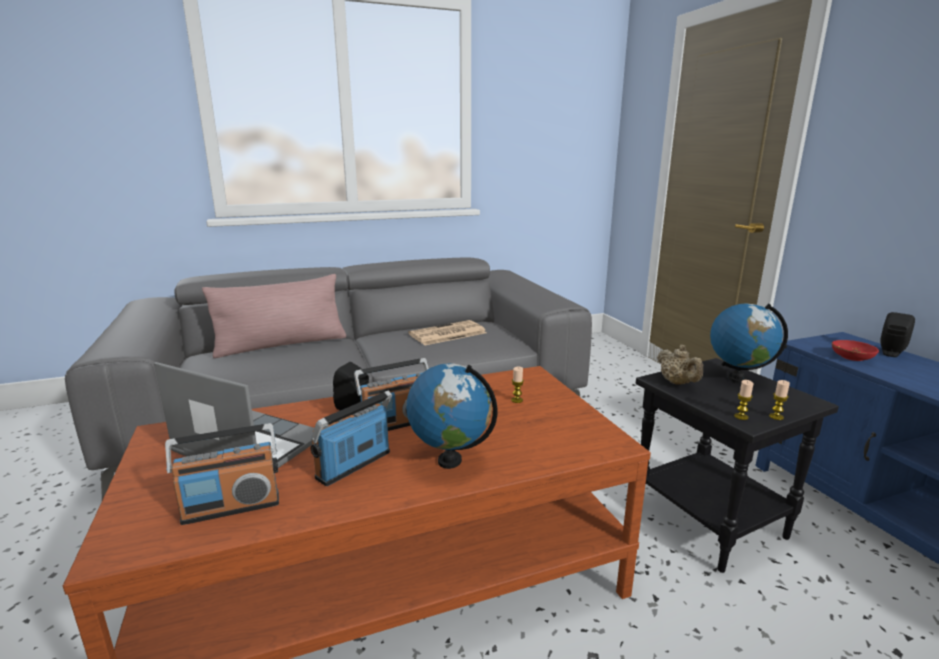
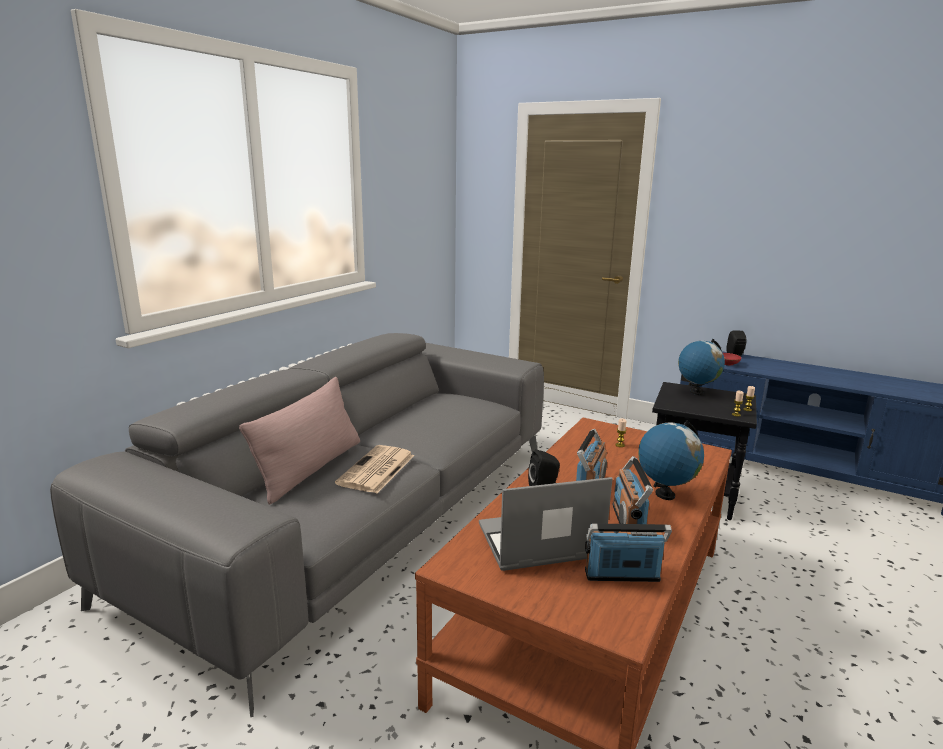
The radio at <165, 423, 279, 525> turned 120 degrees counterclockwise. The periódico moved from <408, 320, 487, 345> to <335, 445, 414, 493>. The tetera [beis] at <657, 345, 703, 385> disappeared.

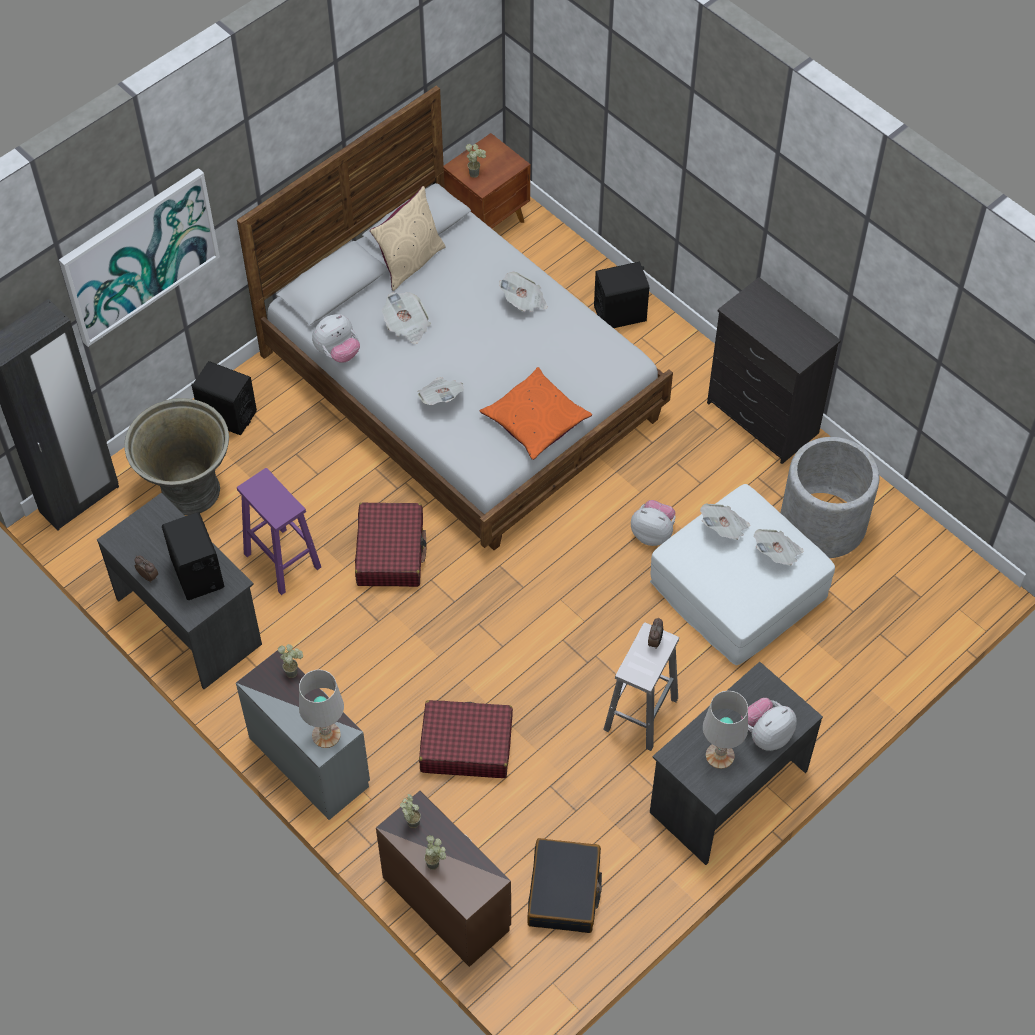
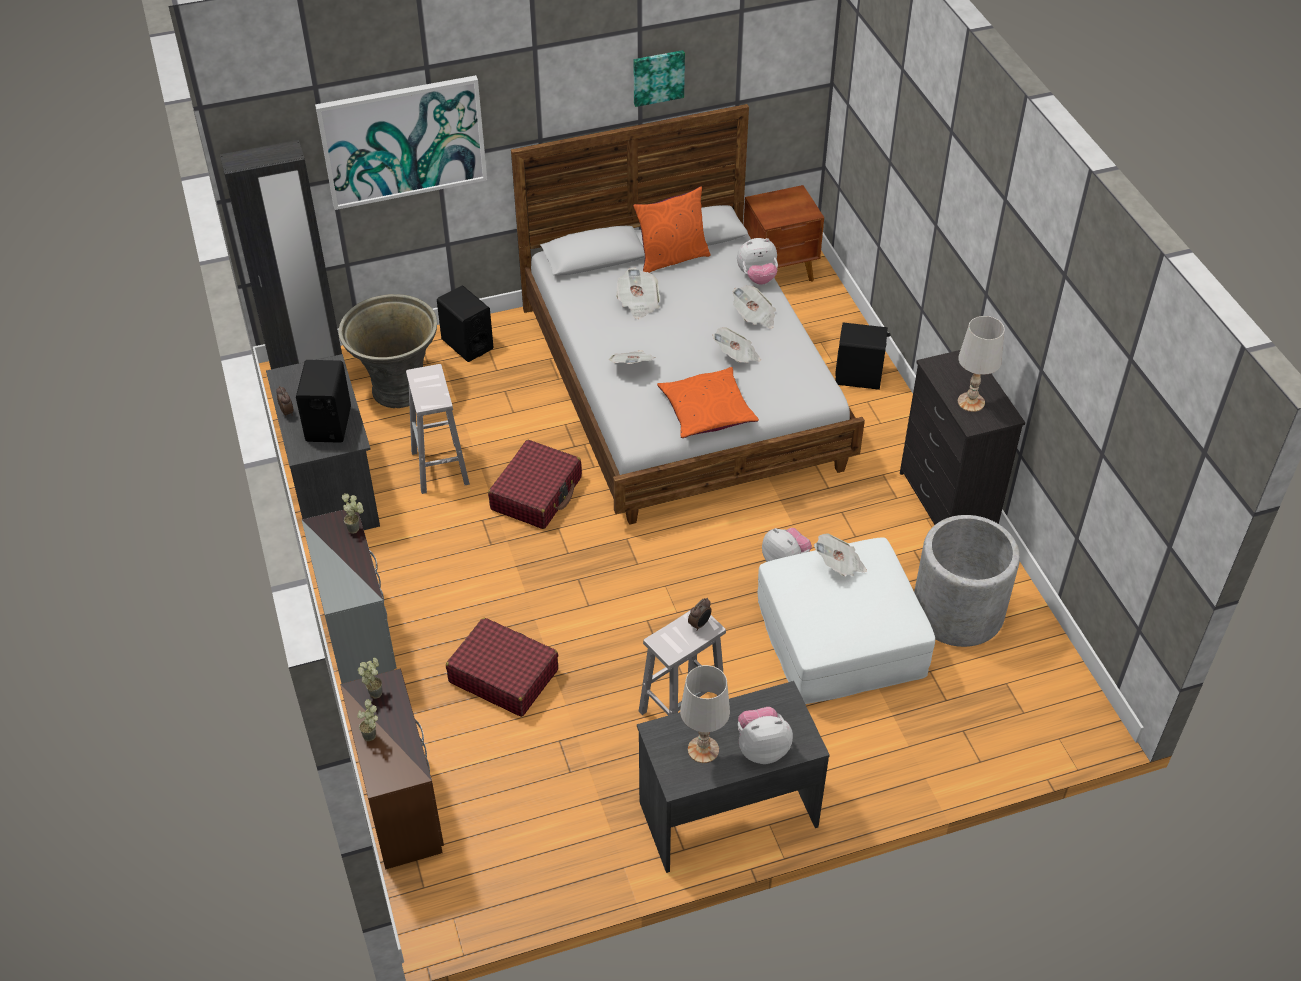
The taburete [morado] at <237, 468, 321, 595> became the taburete [blanco] at <406, 364, 470, 494>. The lámpara de mesa [blanco] moved from <299, 670, 344, 748> to <958, 316, 1005, 412>. The peluche moved from <312, 314, 360, 363> to <737, 238, 778, 285>. The cojín [beis] at <370, 186, 446, 291> became the cojín [naranja] at <633, 186, 710, 273>. The planta en maceta at <466, 144, 486, 178> disappeared. The maleta [negro] at <527, 838, 602, 933> disappeared. The periódico moved from <754, 529, 803, 566> to <712, 327, 761, 363>. The cuadro at <633, 50, 685, 107> appeared.

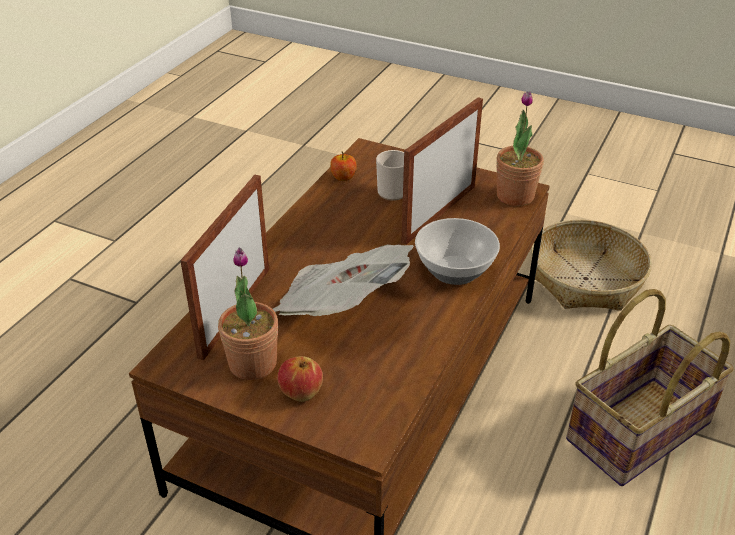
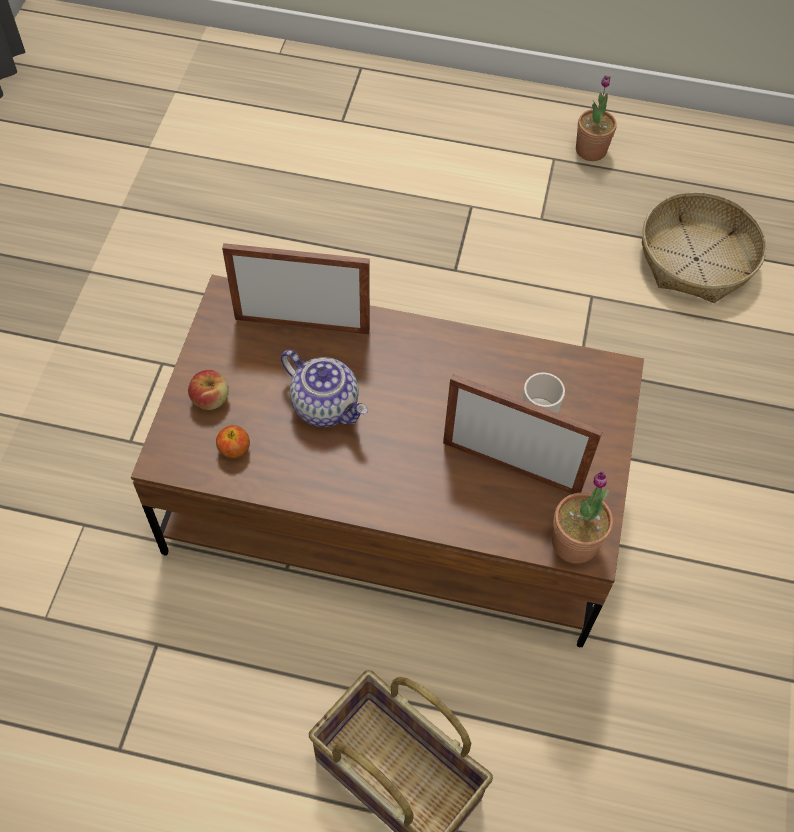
The planta en maceta moved from <218, 248, 278, 380> to <576, 76, 617, 161>. The periódico at <273, 245, 414, 316> was replaced by the tetera at <281, 350, 368, 427>. The manzana moved from <330, 151, 357, 181> to <216, 425, 250, 459>. The cuenco at <415, 218, 500, 285> disappeared. The cesta moved from <531, 220, 652, 310> to <642, 192, 766, 303>.

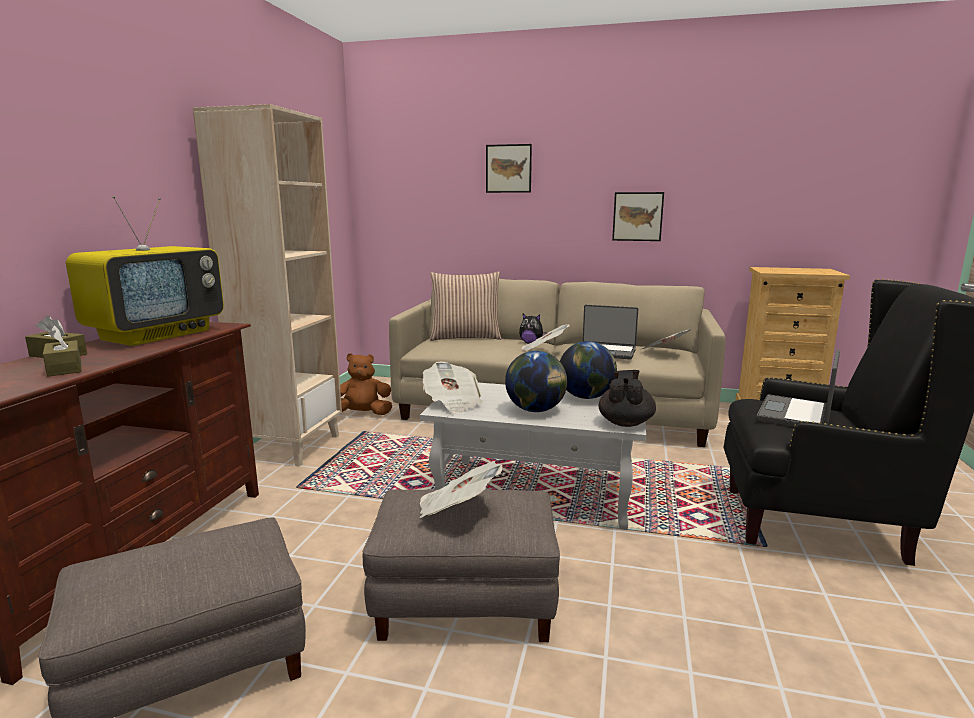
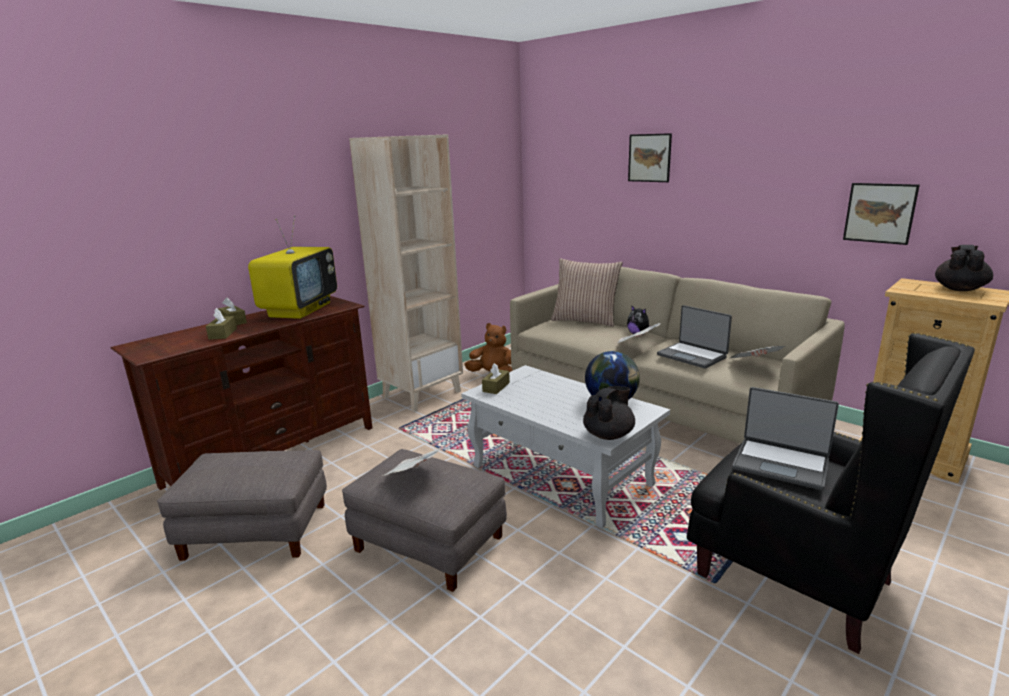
The televisor at <66, 196, 224, 346> turned 45 degrees counterclockwise. The periódico at <423, 361, 482, 414> was replaced by the caja de pañuelos [marrón] at <482, 363, 510, 394>. The globo terráqueo at <505, 351, 567, 412> disappeared. The cuadro moved from <612, 192, 664, 241> to <843, 183, 920, 245>. The portátil at <757, 350, 840, 426> turned 120 degrees counterclockwise. The tetera [negro] at <935, 245, 993, 291> appeared.

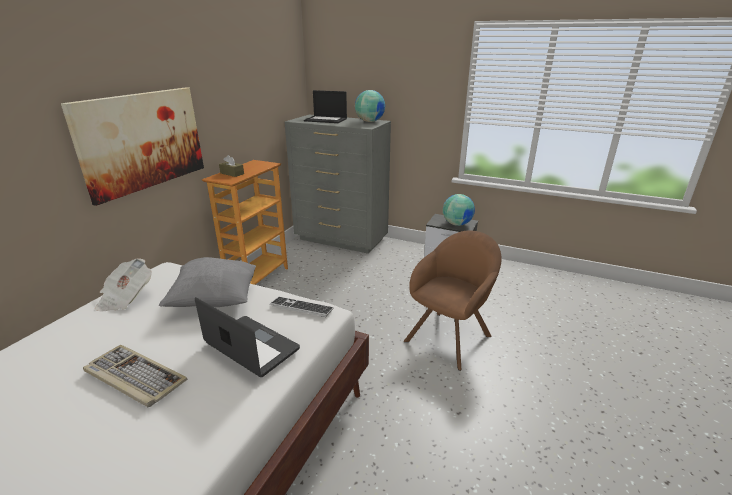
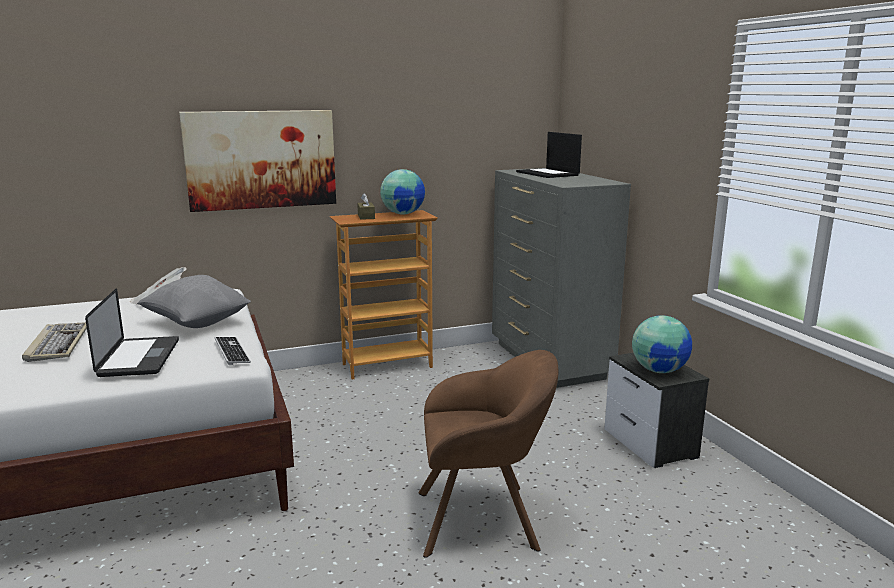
The globo terráqueo moved from <355, 90, 385, 122> to <380, 169, 425, 214>.

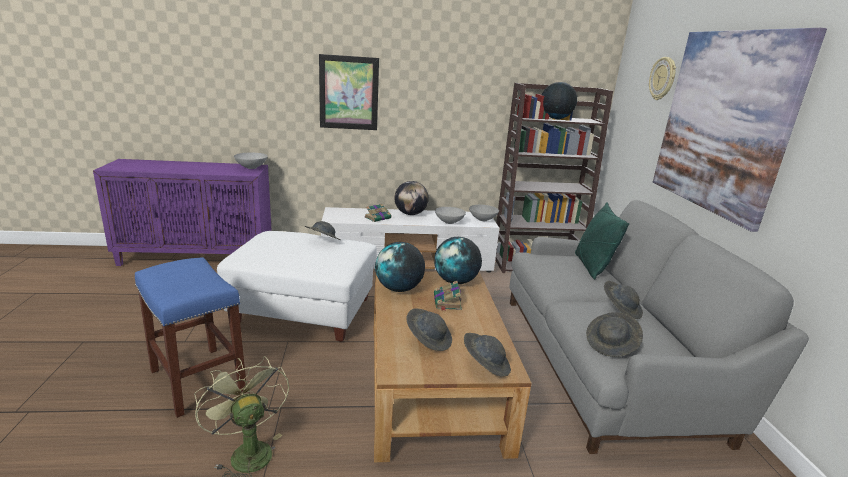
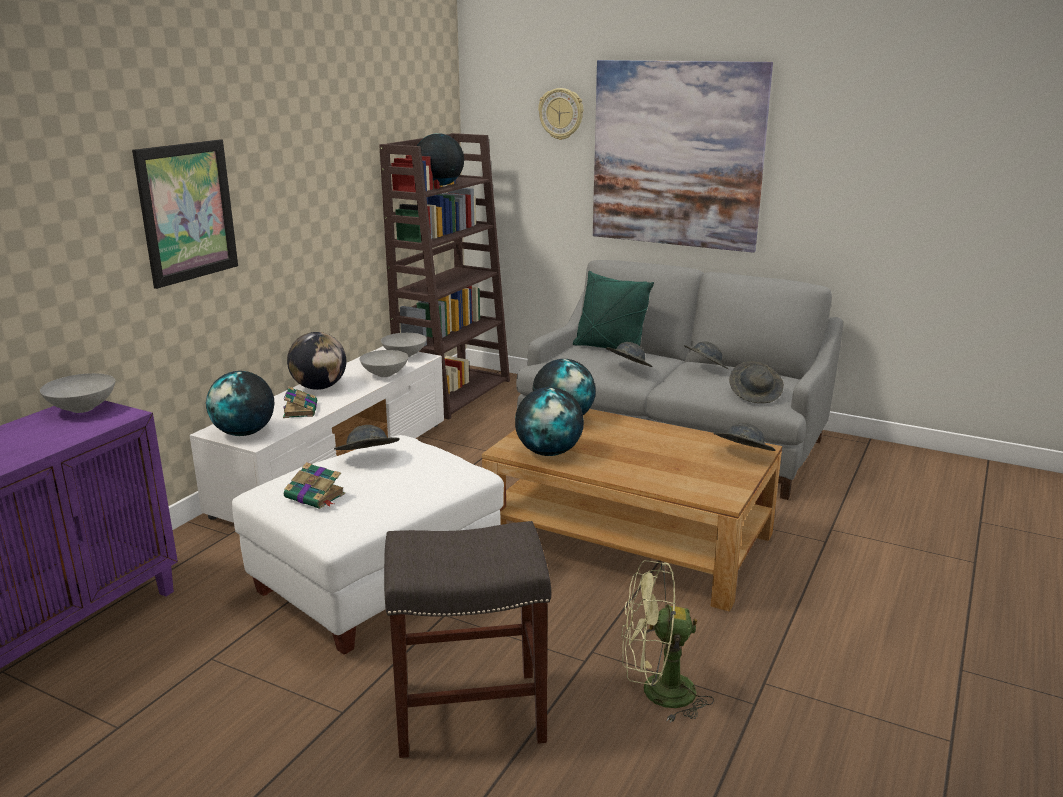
The taburete [azul] at <135, 257, 247, 418> became the taburete [gris] at <384, 521, 551, 758>. The sombrero [gris] moved from <406, 308, 452, 351> to <606, 342, 653, 367>. The libro moved from <434, 281, 462, 311> to <284, 462, 345, 509>. The globo terráqueo at <206, 371, 274, 436> appeared.

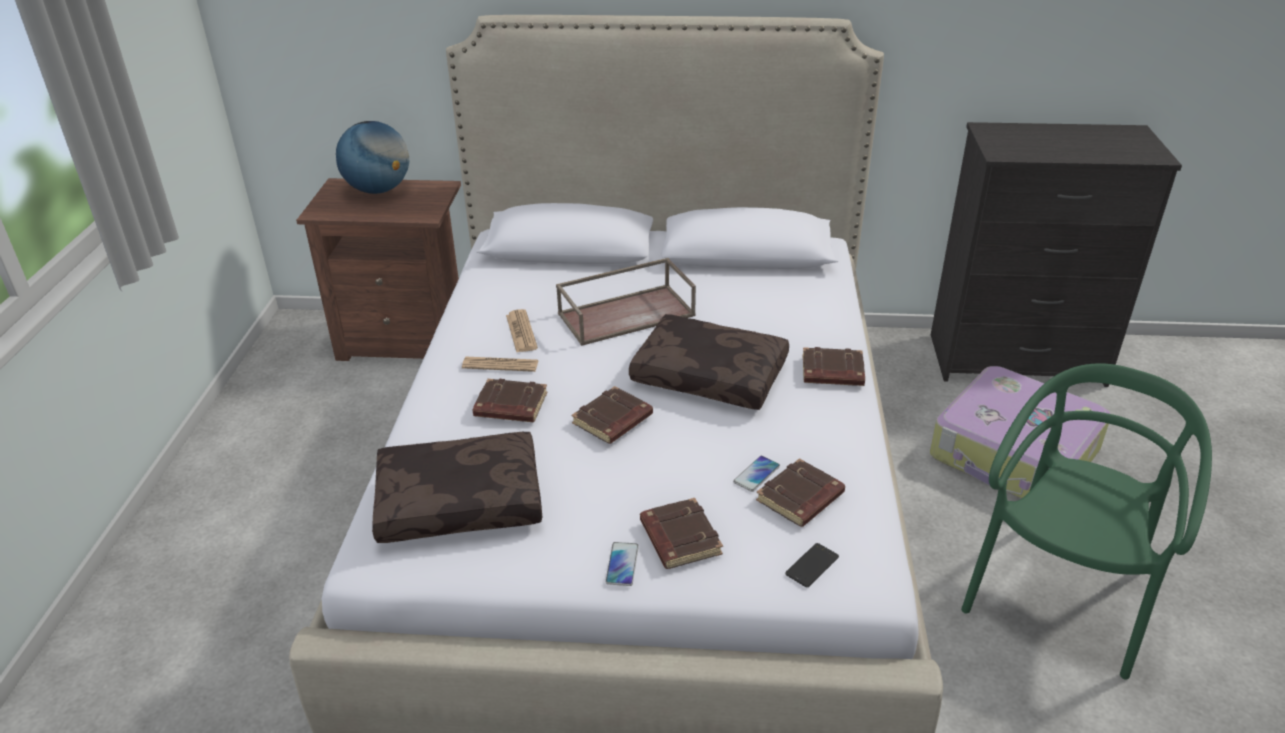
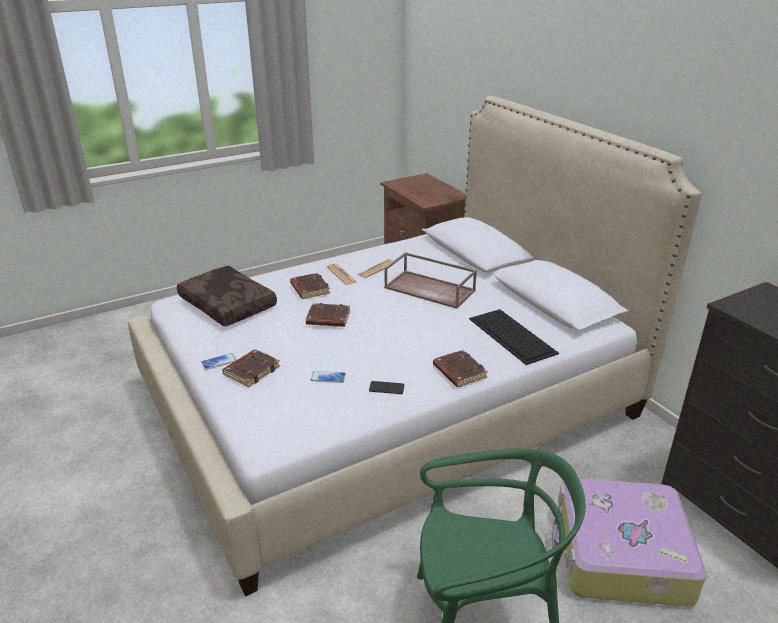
The globo terráqueo at <336, 121, 409, 194> disappeared. The cojín [marrón] at <629, 314, 789, 410> disappeared. The libro [marrón] at <756, 458, 845, 527> disappeared. The móvil moved from <785, 543, 839, 587> to <369, 381, 405, 394>. The teclado at <469, 309, 559, 365> appeared.

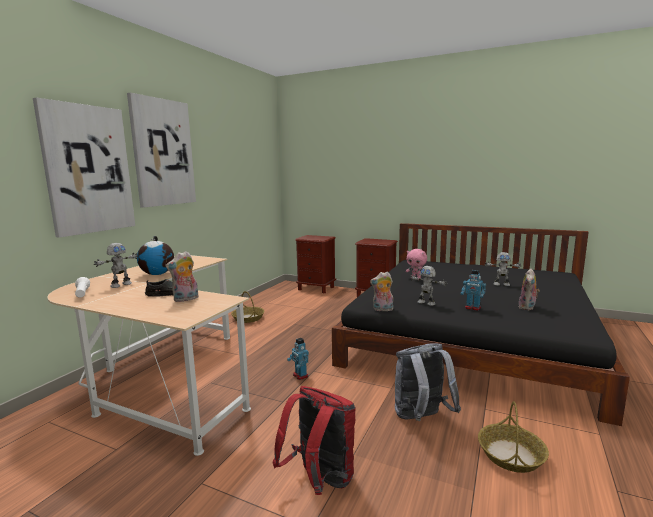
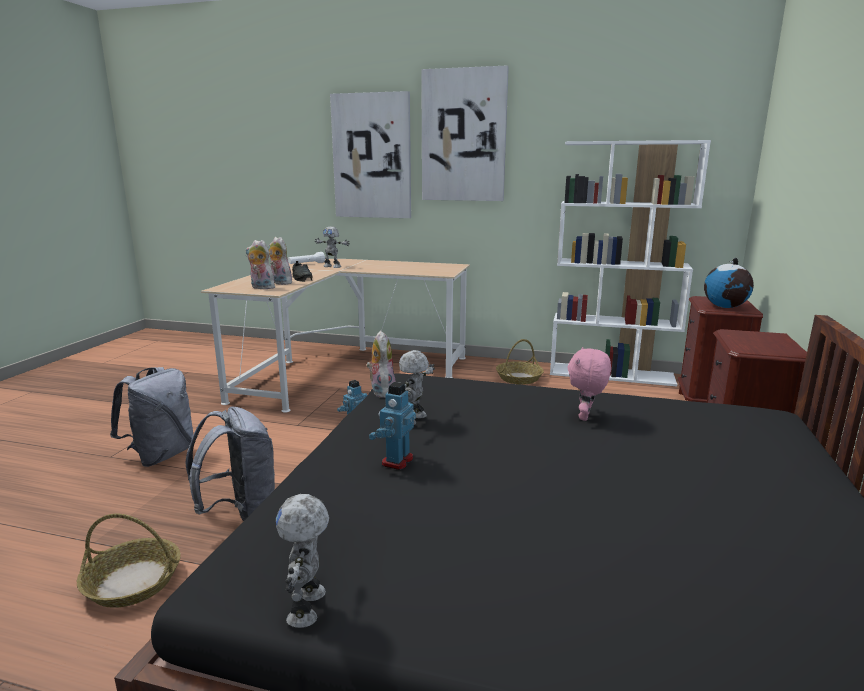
The globo terráqueo moved from <137, 236, 174, 275> to <704, 258, 754, 308>. The mochila [rojo] at <273, 386, 356, 495> became the mochila [gris] at <110, 367, 193, 467>. The robot de juguete moved from <485, 252, 521, 286> to <276, 494, 329, 628>. The peluche moved from <518, 269, 540, 310> to <246, 240, 275, 289>. The estantería [blanco] at <550, 140, 711, 386> appeared.

